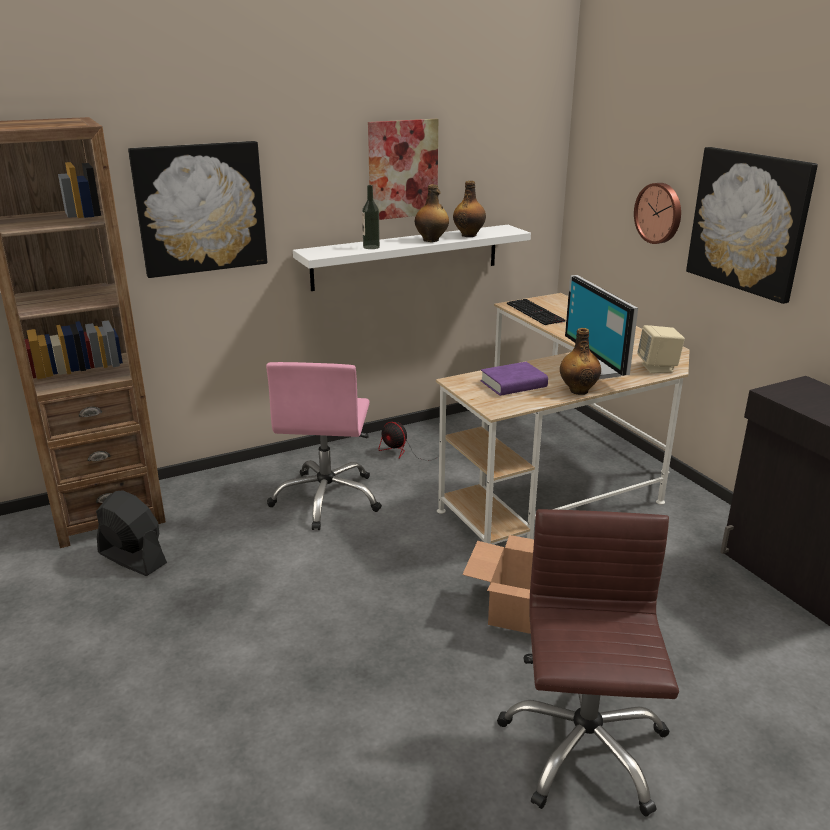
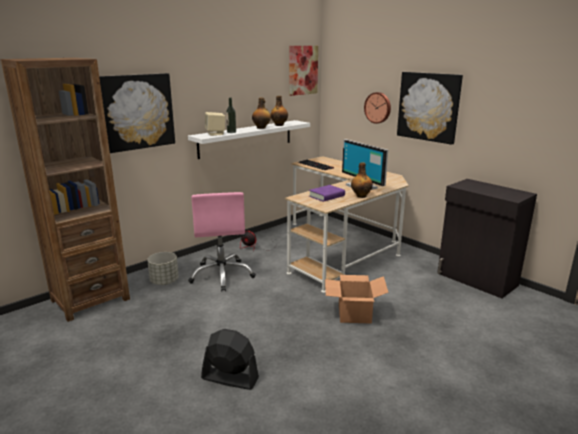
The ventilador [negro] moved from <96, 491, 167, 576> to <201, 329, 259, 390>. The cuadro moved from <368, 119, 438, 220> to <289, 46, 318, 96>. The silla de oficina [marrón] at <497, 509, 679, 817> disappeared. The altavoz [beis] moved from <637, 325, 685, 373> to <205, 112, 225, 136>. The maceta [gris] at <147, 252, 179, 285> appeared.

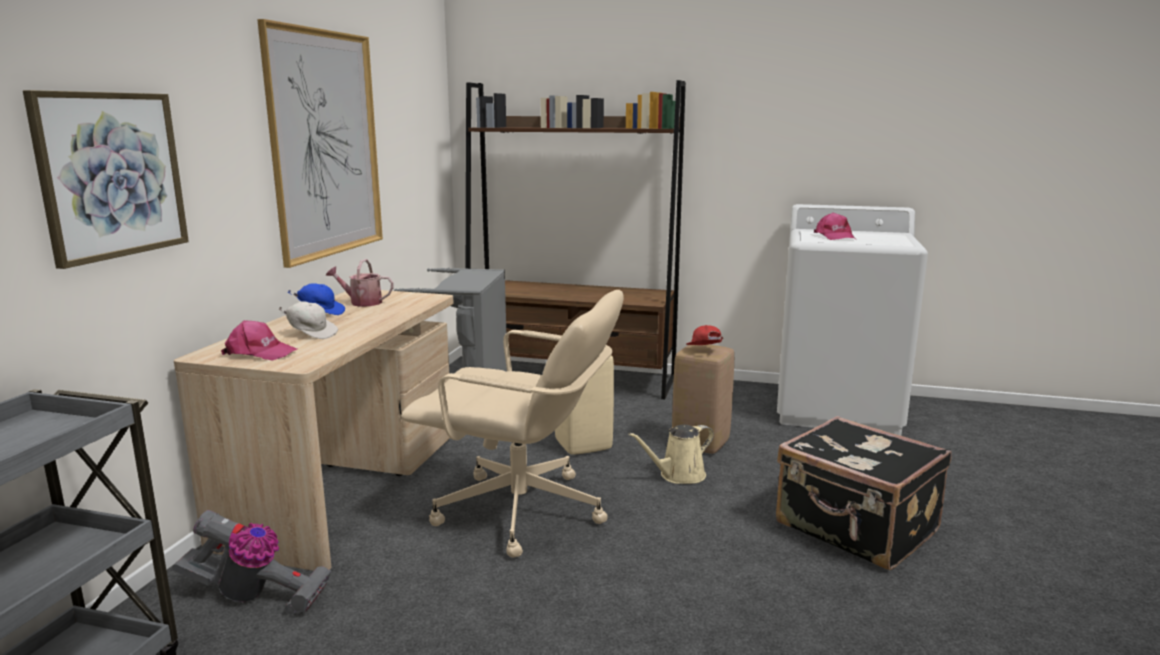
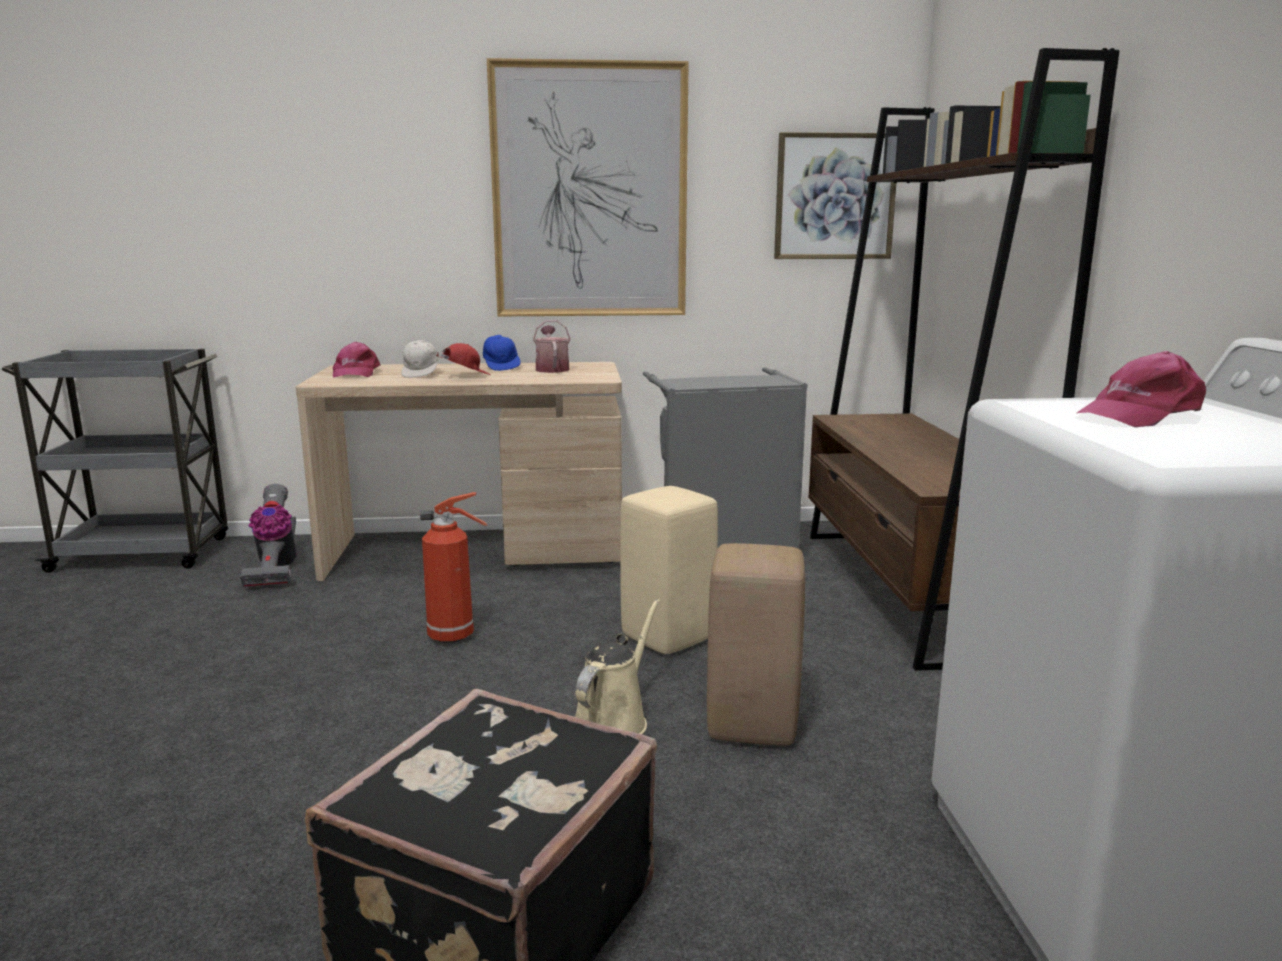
The cuadro moved from <23, 90, 189, 269> to <774, 132, 896, 259>. The silla de oficina [beis] at <401, 290, 624, 558> was replaced by the extintor at <420, 492, 488, 643>. The regadera [beis] at <629, 424, 714, 484> turned 75 degrees clockwise. The gorra [rojo] moved from <686, 325, 724, 345> to <436, 343, 490, 375>.

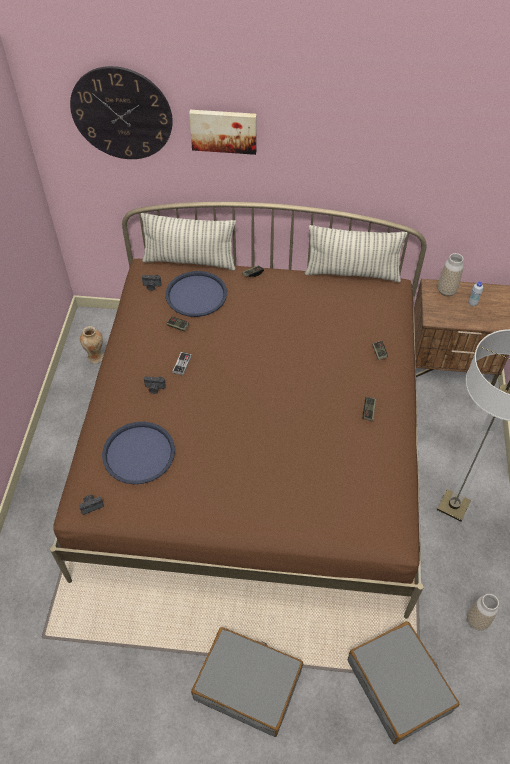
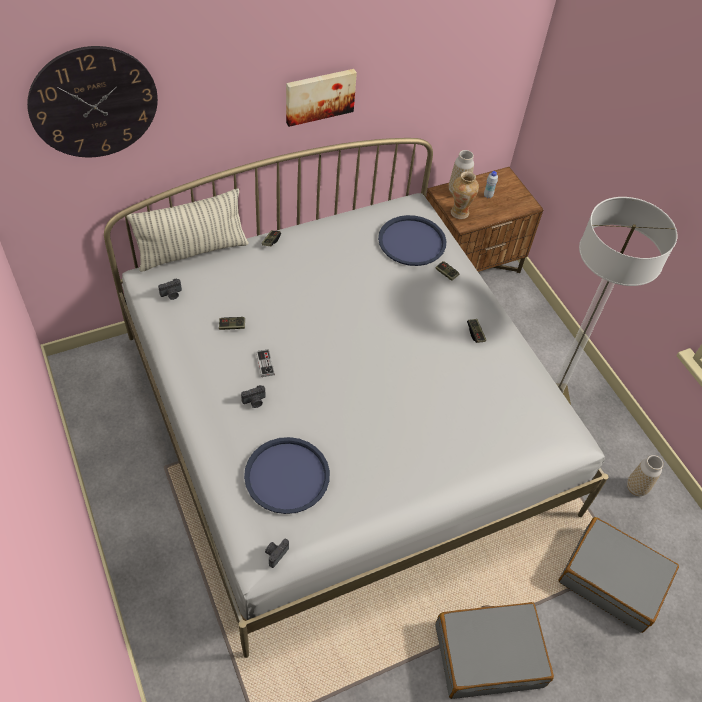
The cama [marrón] at <50, 202, 427, 619> became the cama [blanco] at <104, 138, 608, 658>. The florero moved from <80, 326, 104, 364> to <451, 171, 479, 219>. The bandeja [azul] moved from <165, 271, 227, 317> to <378, 215, 446, 266>. The cuadro moved from <189, 110, 257, 155> to <286, 69, 357, 127>. The cojín at <305, 225, 407, 282> disappeared.

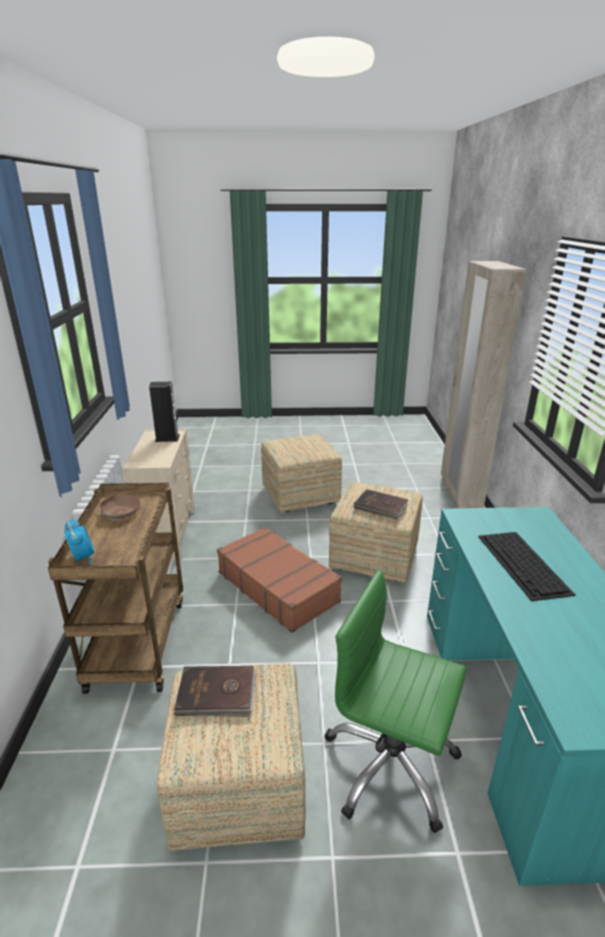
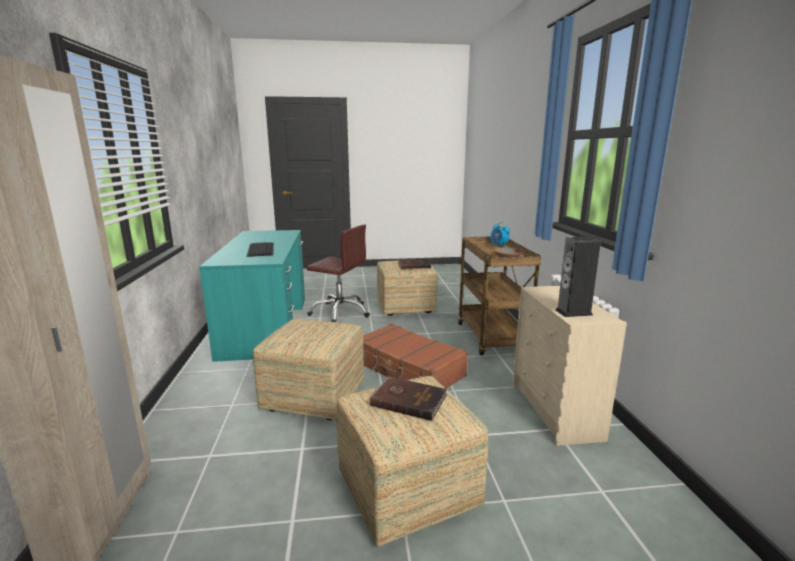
The silla de oficina [verde] at <325, 569, 467, 833> became the silla de oficina [marrón] at <307, 225, 370, 322>. The libro [marrón] moved from <353, 489, 408, 519> to <370, 377, 447, 421>.

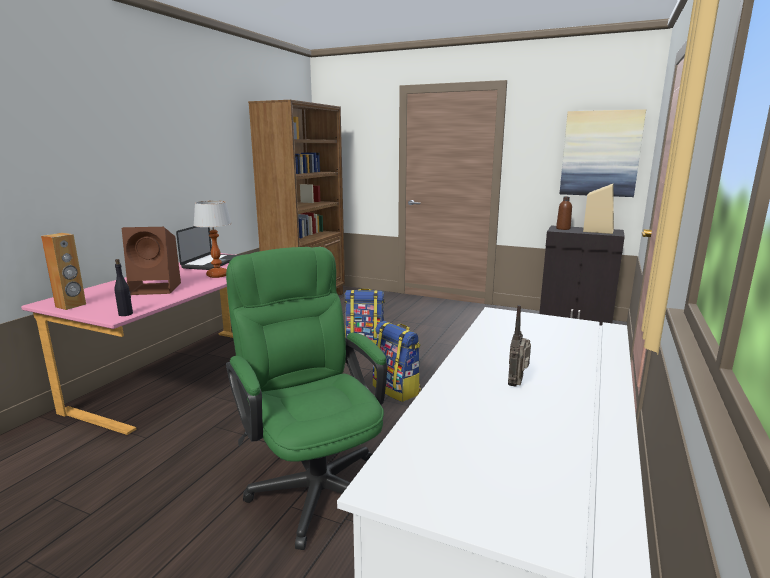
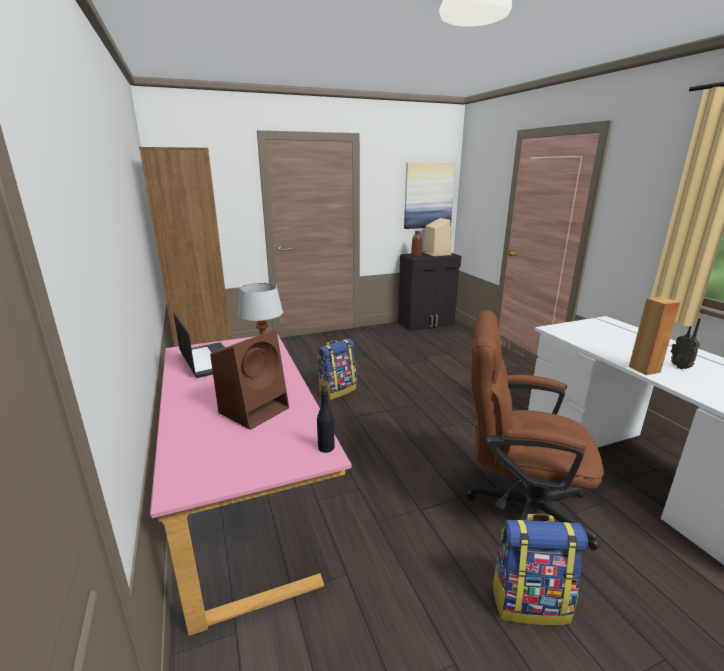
The altavoz [marrón] moved from <41, 233, 86, 310> to <629, 297, 680, 375>. The silla de oficina [verde] at <226, 247, 388, 550> became the silla de oficina [marrón] at <466, 310, 604, 550>. The mochila moved from <373, 321, 421, 402> to <491, 514, 588, 625>.

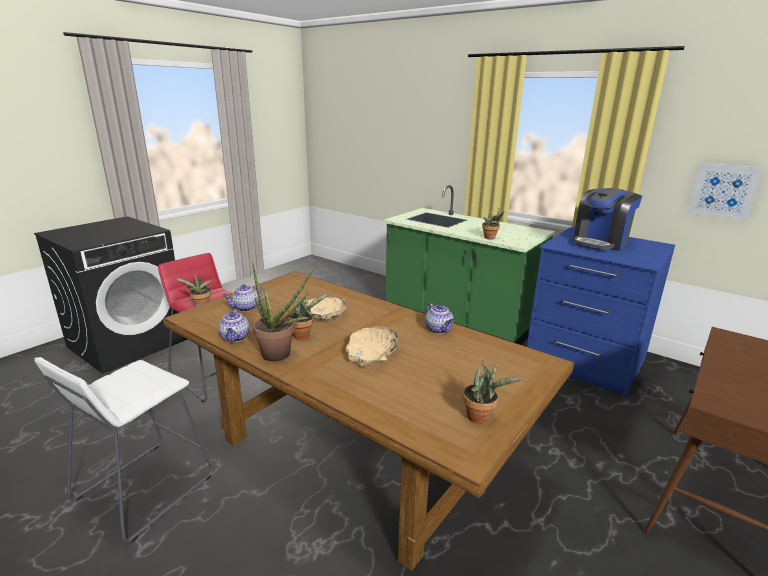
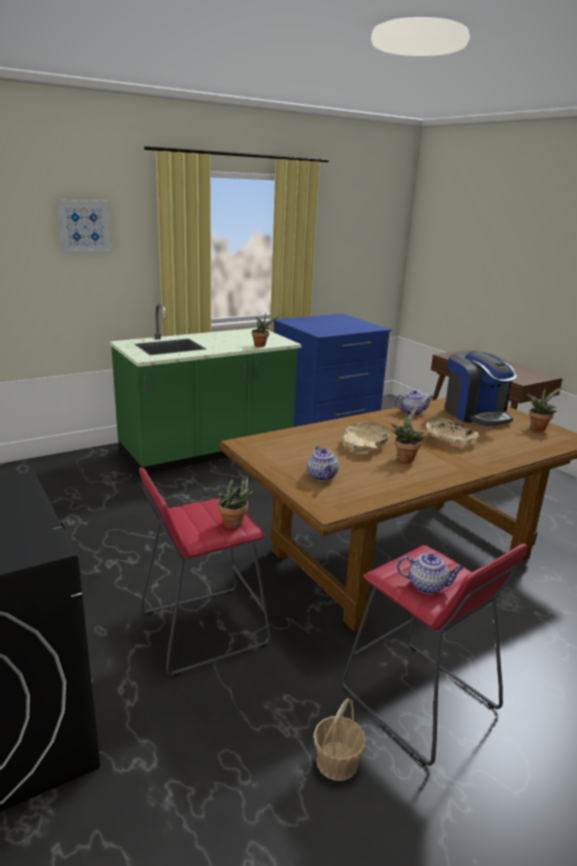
The taburete [blanco] at <34, 357, 213, 542> became the taburete [rojo] at <342, 544, 528, 766>. The tetera moved from <218, 309, 249, 342> to <397, 553, 464, 594>. The planta en maceta at <252, 261, 317, 362> disappeared. The cafetera moved from <573, 188, 642, 251> to <445, 351, 517, 426>. The cuadro moved from <688, 163, 763, 221> to <56, 200, 112, 253>. The cesta at <313, 698, 366, 781> appeared.

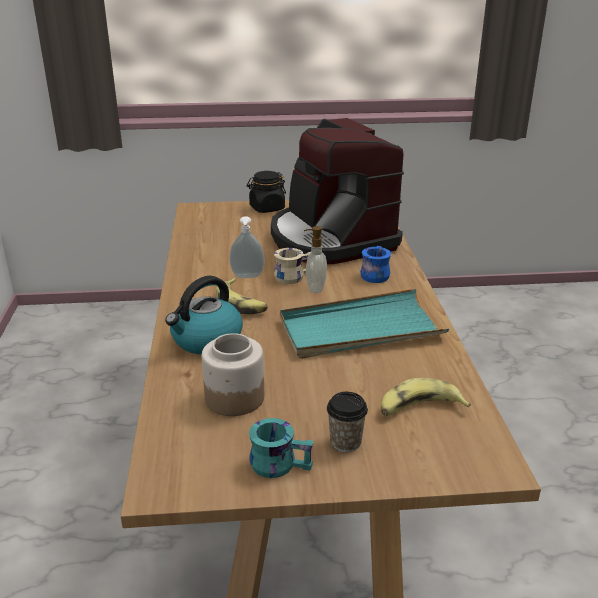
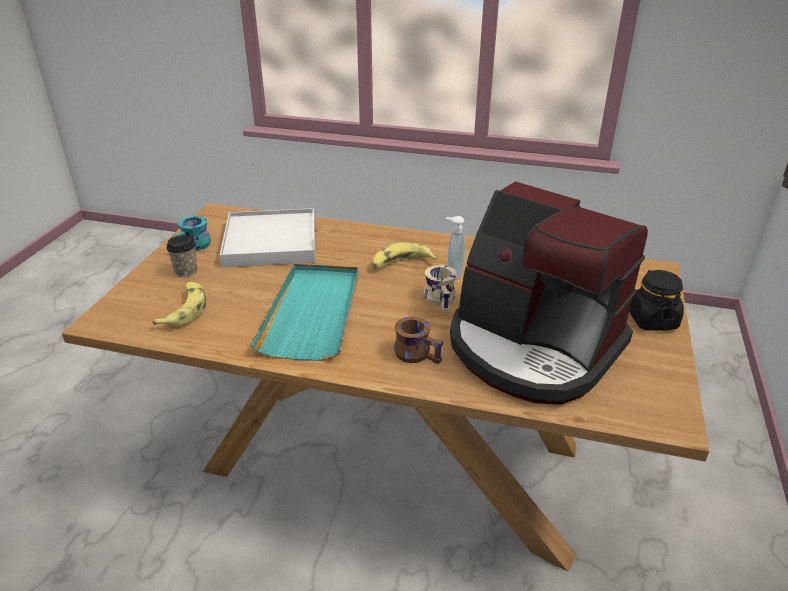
The hervidor at <165, 276, 243, 354> disappeared. The tarro at <202, 333, 264, 416> was replaced by the bandeja [blanco] at <220, 208, 315, 267>. The cafetera at <271, 118, 404, 264> turned 135 degrees counterclockwise. The dispensador de jabón at <304, 226, 327, 293> disappeared. The taza grande [azul] at <360, 246, 391, 283> became the taza grande [marrón] at <394, 317, 443, 364>.

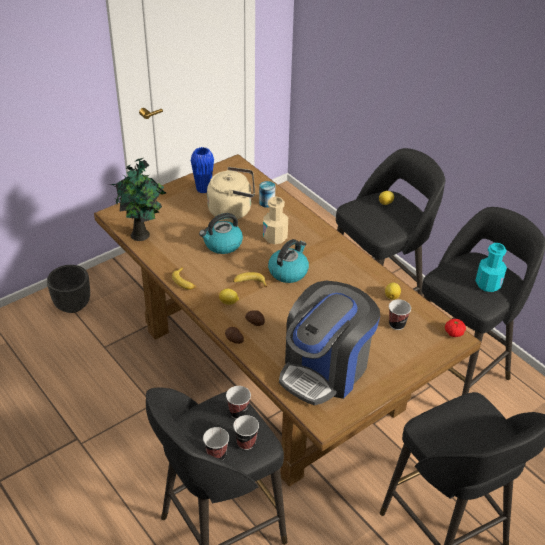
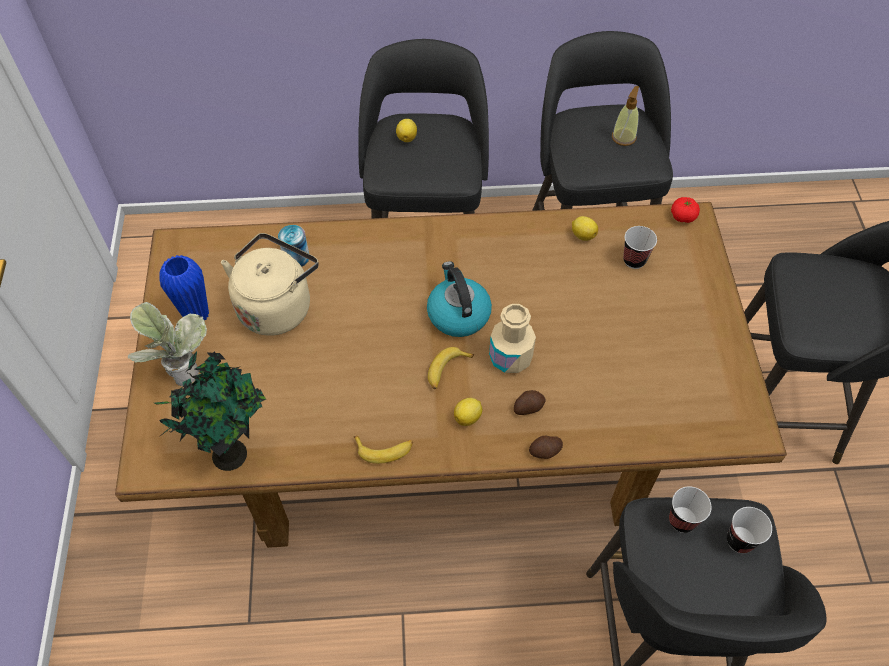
The maceta [negro] at <47, 265, 90, 313> disappeared. The hervidor at <199, 213, 243, 254> disappeared. The taza at <203, 427, 229, 460> disappeared. The botella [beis] moved from <263, 197, 288, 244> to <489, 304, 536, 373>. The cafetera at <279, 281, 380, 406> disappeared. The botella [turquesa] at <475, 243, 507, 292> was replaced by the dispensador de jabón at <612, 86, 639, 146>. The planta en maceta at <128, 302, 207, 386> appeared.

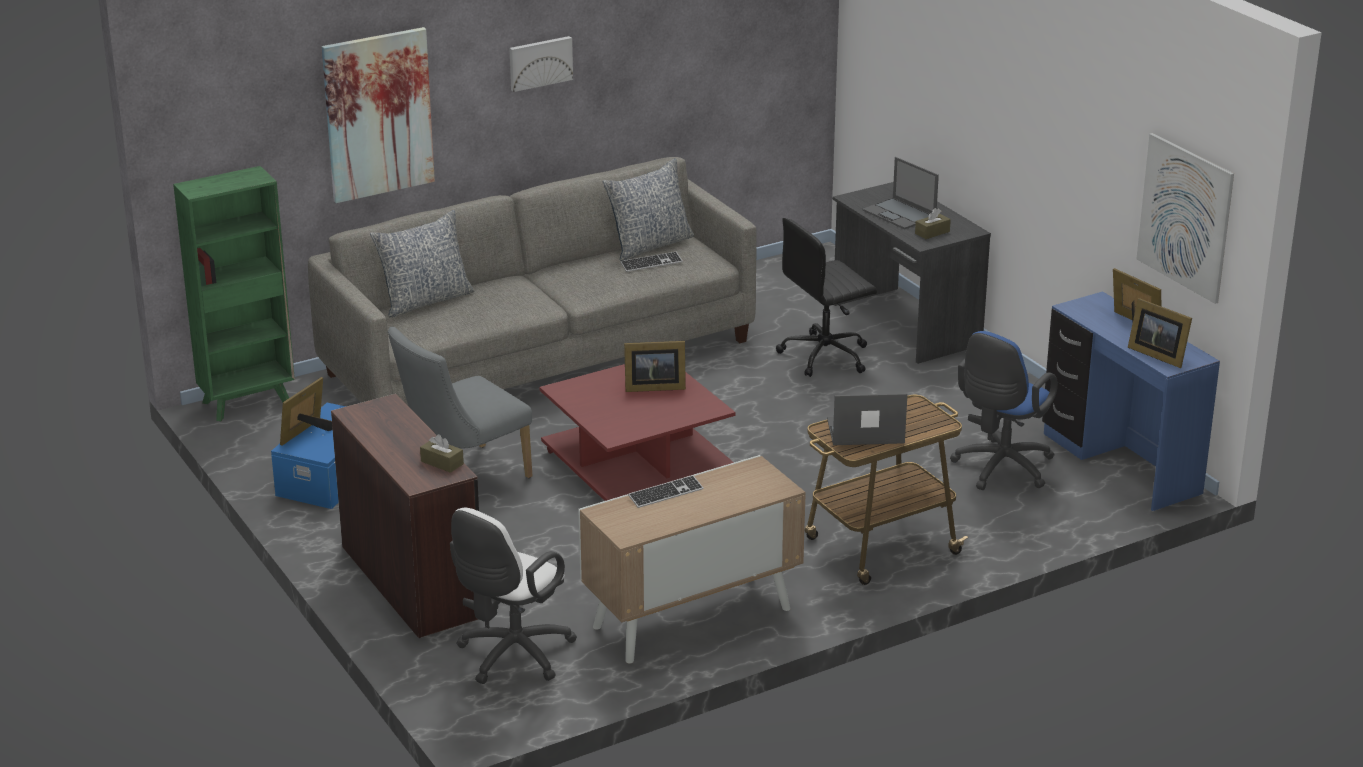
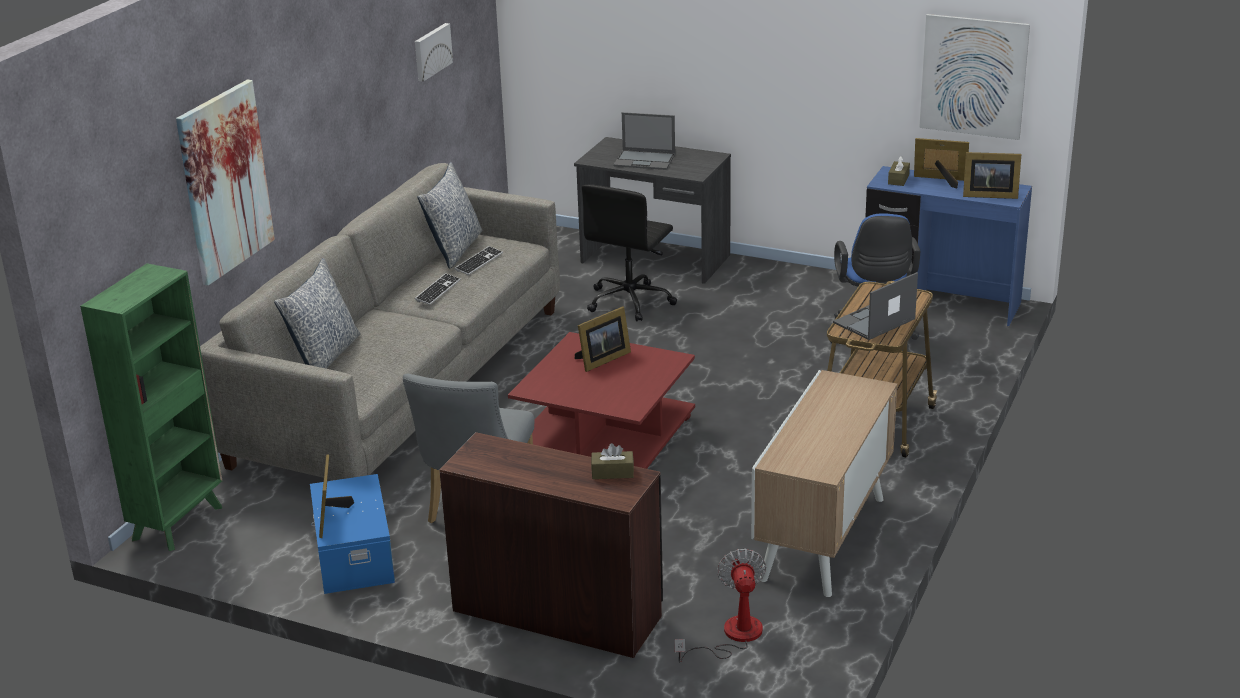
The silla de oficina [blanco] at <450, 508, 577, 684> was replaced by the ventilador at <675, 549, 766, 662>. The cuadro moved from <509, 36, 573, 92> to <415, 23, 453, 82>. The teclado moved from <628, 475, 704, 508> to <415, 273, 461, 305>. The caja de pañuelos [marrón] moved from <915, 208, 951, 239> to <888, 156, 910, 186>.

